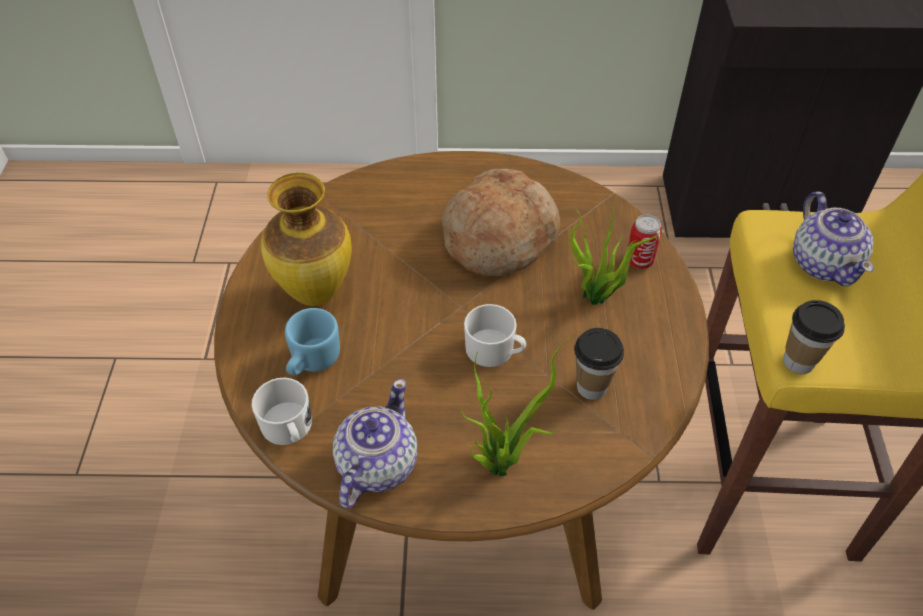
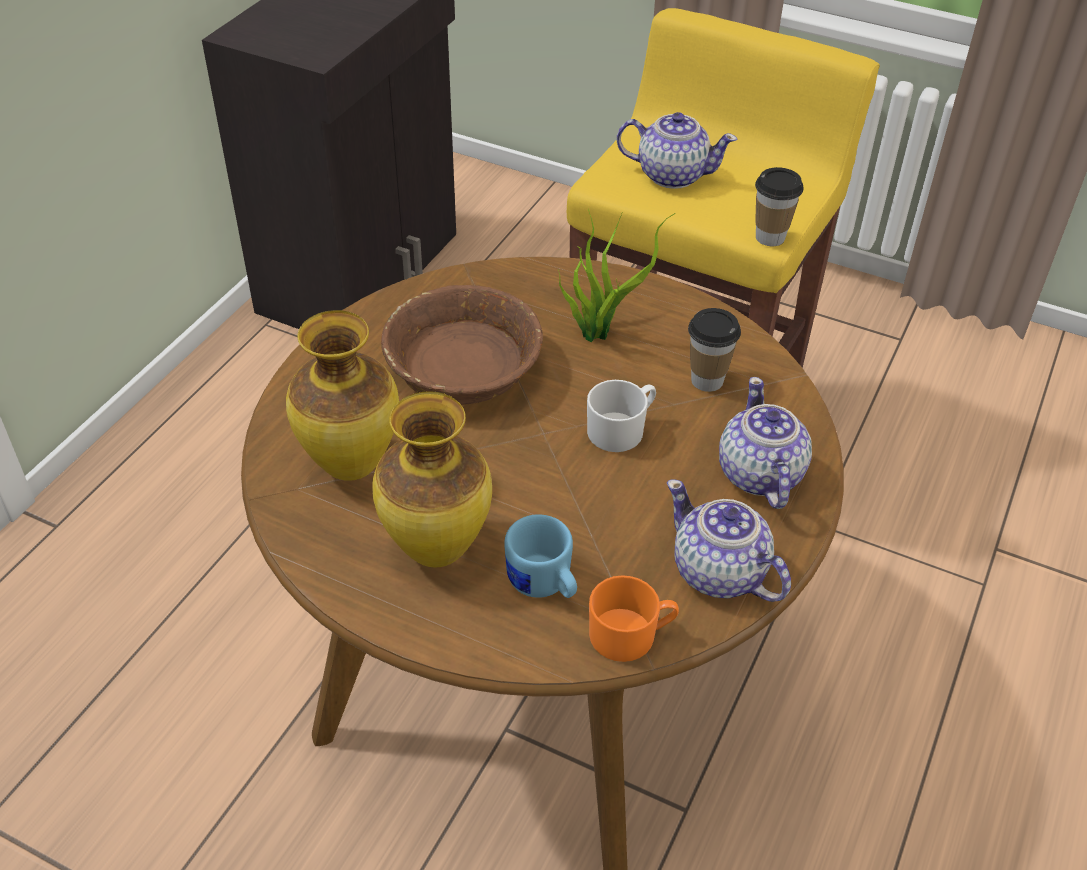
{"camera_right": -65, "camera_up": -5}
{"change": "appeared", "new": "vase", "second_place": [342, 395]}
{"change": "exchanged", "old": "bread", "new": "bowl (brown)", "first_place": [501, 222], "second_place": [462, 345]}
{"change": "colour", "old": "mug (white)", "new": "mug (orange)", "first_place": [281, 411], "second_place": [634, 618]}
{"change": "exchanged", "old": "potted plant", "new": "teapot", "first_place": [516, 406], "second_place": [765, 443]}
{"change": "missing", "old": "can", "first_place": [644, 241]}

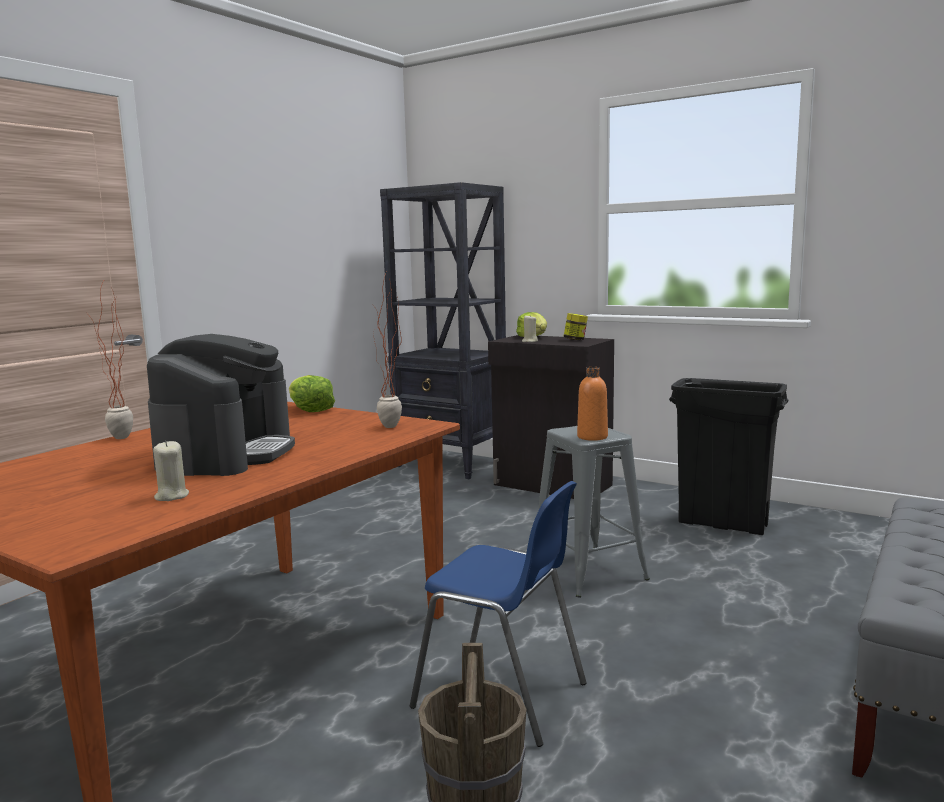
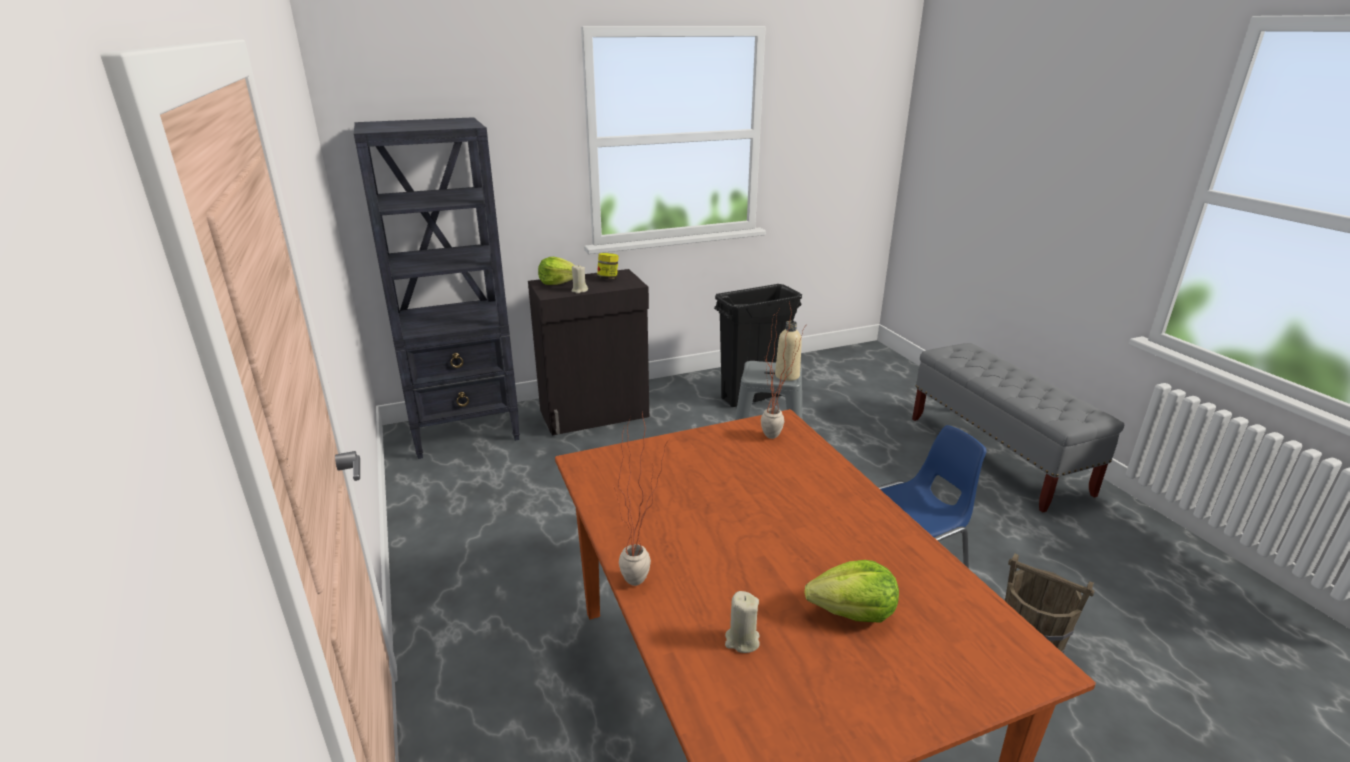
{"camera_right": -55, "camera_up": 15}
{"change": "relocated", "old": "candle (beige)", "first_place": [171, 471], "second_place": [742, 622]}
{"change": "colour", "old": "bottle (orange)", "new": "bottle (beige)", "first_place": [592, 404], "second_place": [788, 351]}
{"change": "relocated", "old": "lettuce", "first_place": [312, 393], "second_place": [851, 591]}
{"change": "missing", "old": "coffee machine", "first_place": [221, 405]}

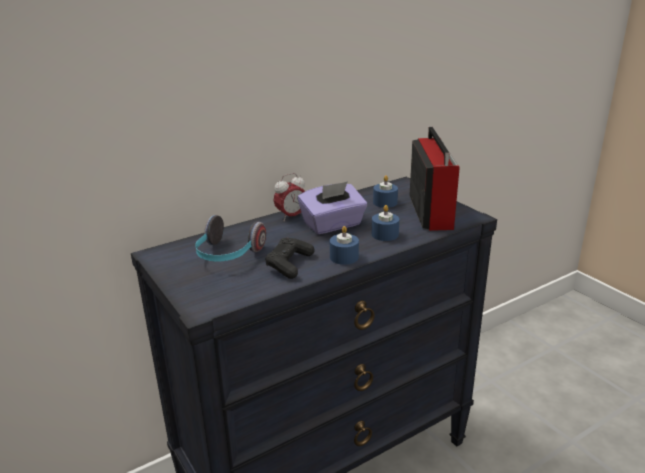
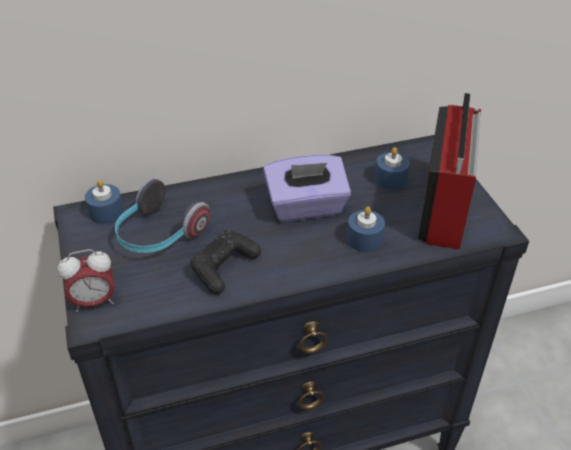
{"camera_right": 15, "camera_up": 15}
{"change": "relocated", "old": "alarm clock", "first_place": [289, 197], "second_place": [86, 280]}
{"change": "relocated", "old": "candle (blue)", "first_place": [344, 245], "second_place": [104, 202]}

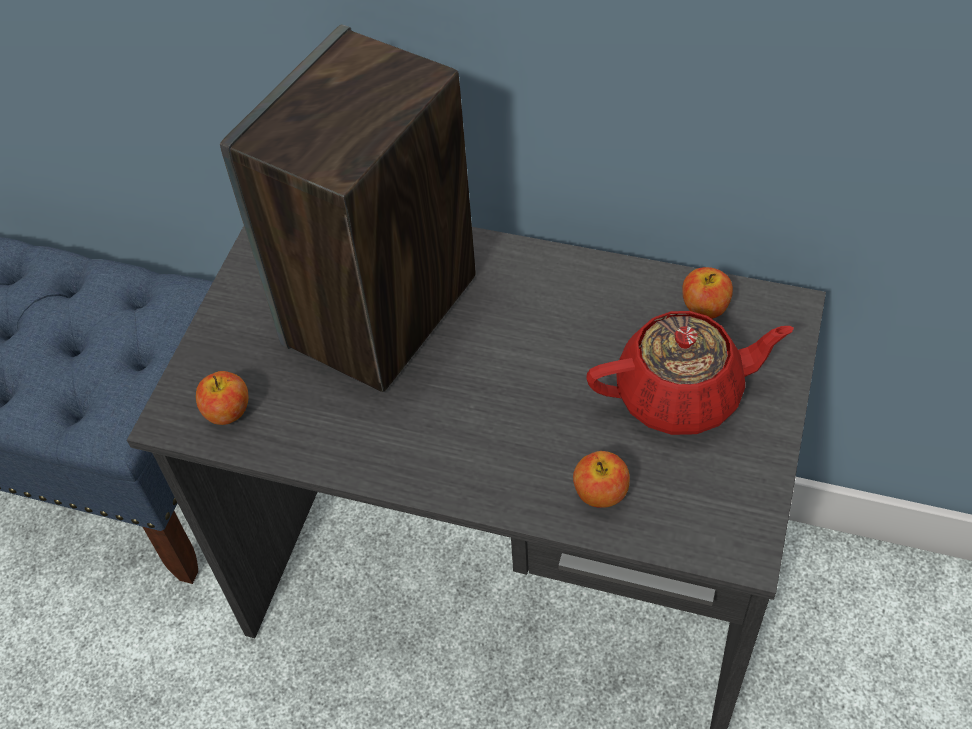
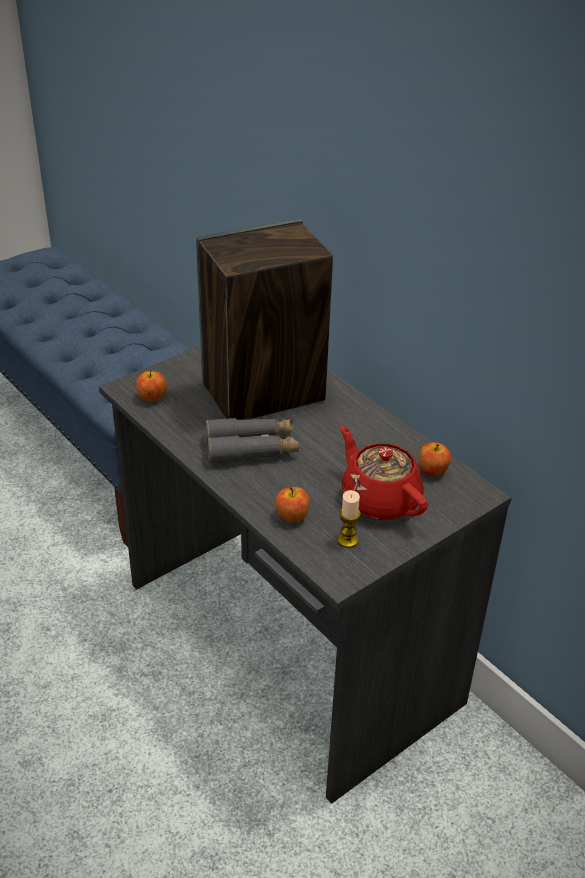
{"camera_right": 30, "camera_up": -15}
{"change": "appeared", "new": "binoculars (grey)", "second_place": [252, 441]}
{"change": "appeared", "new": "candle", "second_place": [349, 519]}
{"change": "spun", "old": "teapot (red)", "first_place": [690, 373], "second_place": [384, 473], "degrees": -150}

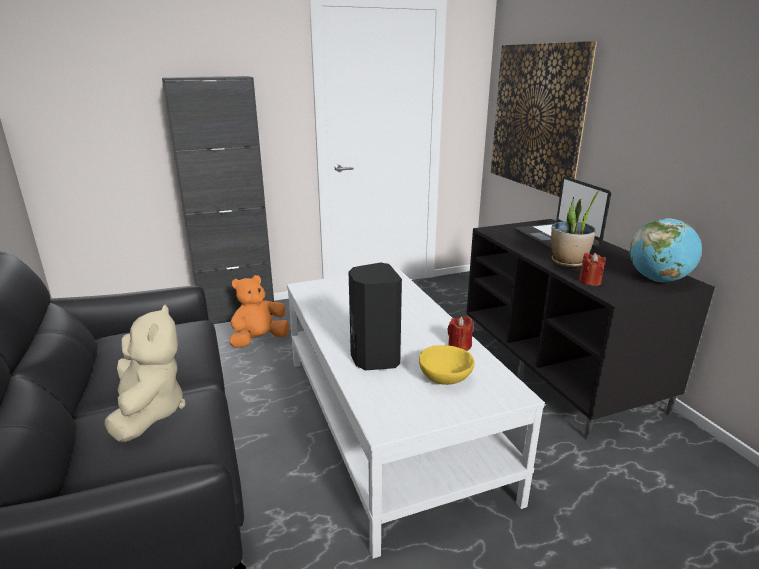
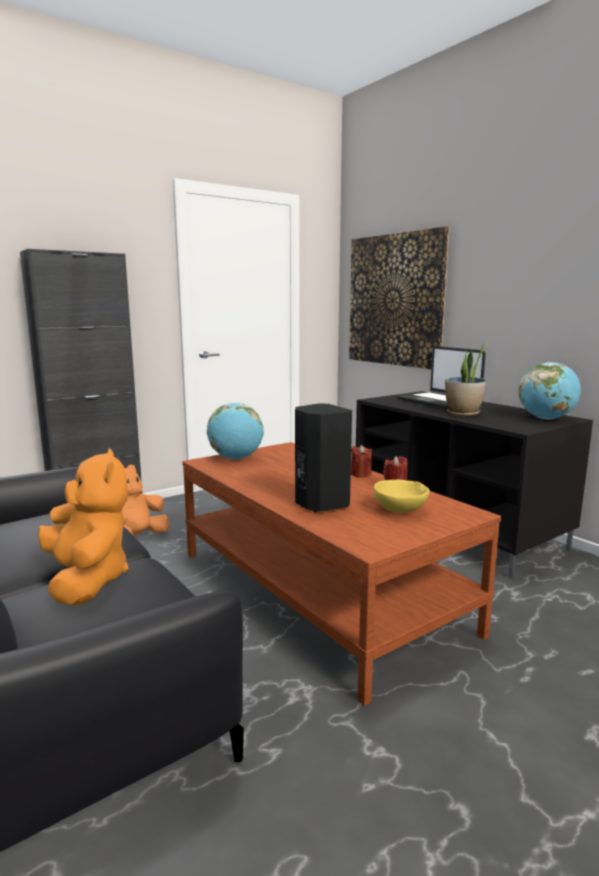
{"camera_right": -15, "camera_up": -10}
{"change": "colour", "old": "plush toy (beige)", "new": "plush toy (orange)", "first_place": [145, 373], "second_place": [83, 527]}
{"change": "colour", "old": "coffee table (white)", "new": "coffee table (brown)", "first_place": [416, 413], "second_place": [341, 574]}
{"change": "appeared", "new": "globe", "second_place": [235, 431]}
{"change": "relocated", "old": "candle (red)", "first_place": [592, 269], "second_place": [361, 461]}

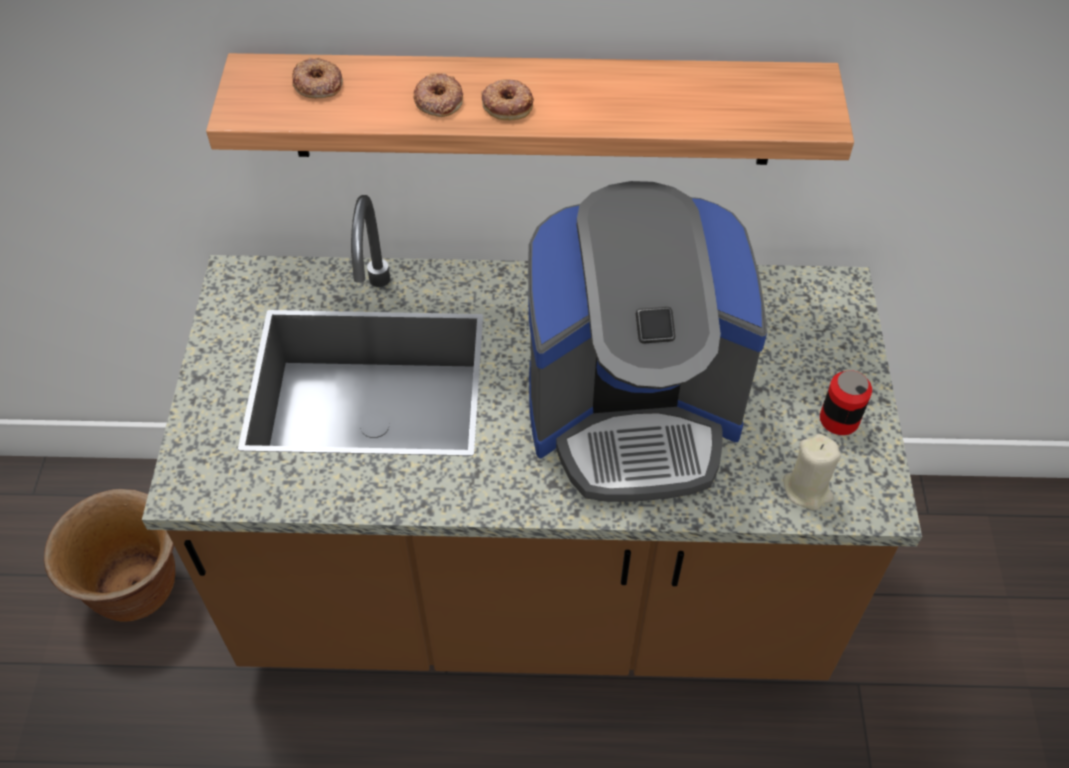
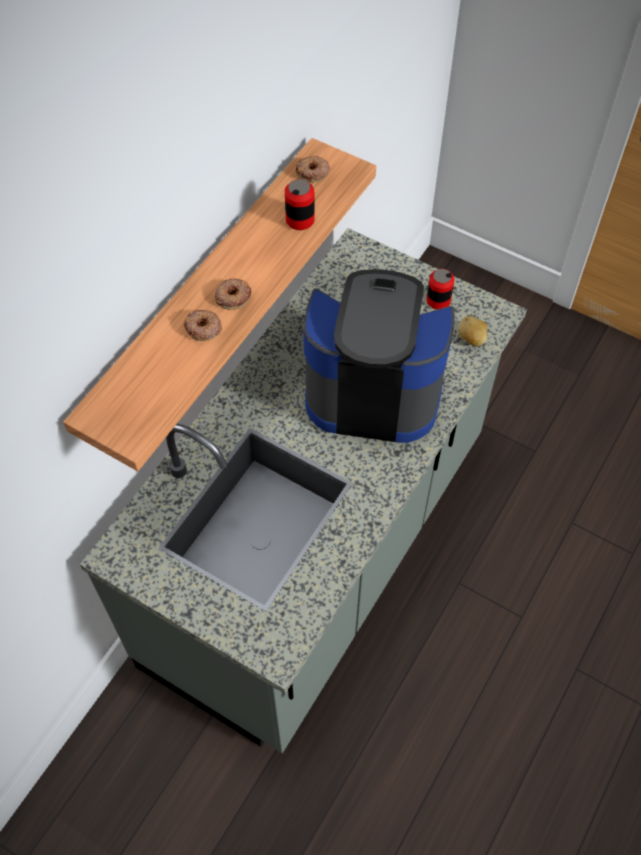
{"camera_right": -60, "camera_up": 5}
{"change": "colour", "old": "counter (brown)", "new": "counter (grey)", "first_place": [532, 437], "second_place": [303, 490]}
{"change": "appeared", "new": "can", "second_place": [300, 204]}
{"change": "relocated", "old": "donut", "first_place": [317, 77], "second_place": [313, 169]}
{"change": "spun", "old": "coffee machine", "first_place": [647, 341], "second_place": [378, 356], "degrees": -105}
{"change": "exchanged", "old": "candle (beige)", "new": "potato", "first_place": [812, 472], "second_place": [473, 331]}
{"change": "missing", "old": "planter (brown)", "first_place": [109, 555]}

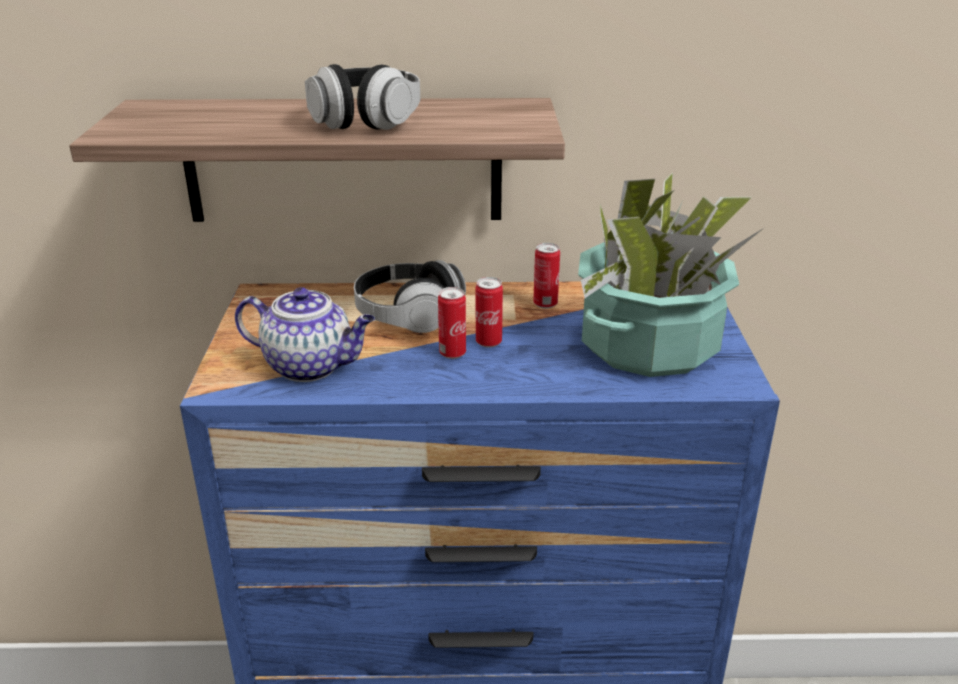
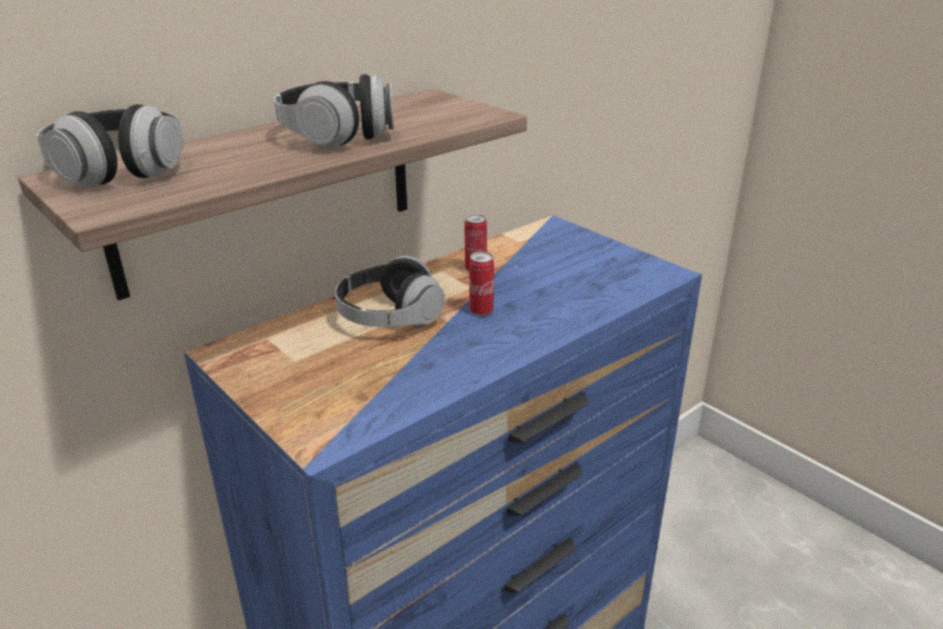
{"camera_right": -40, "camera_up": 0}
{"change": "appeared", "new": "headphones", "second_place": [110, 145]}
{"change": "missing", "old": "teapot", "first_place": [305, 334]}
{"change": "missing", "old": "can", "first_place": [452, 323]}
{"change": "missing", "old": "potted plant", "first_place": [671, 274]}

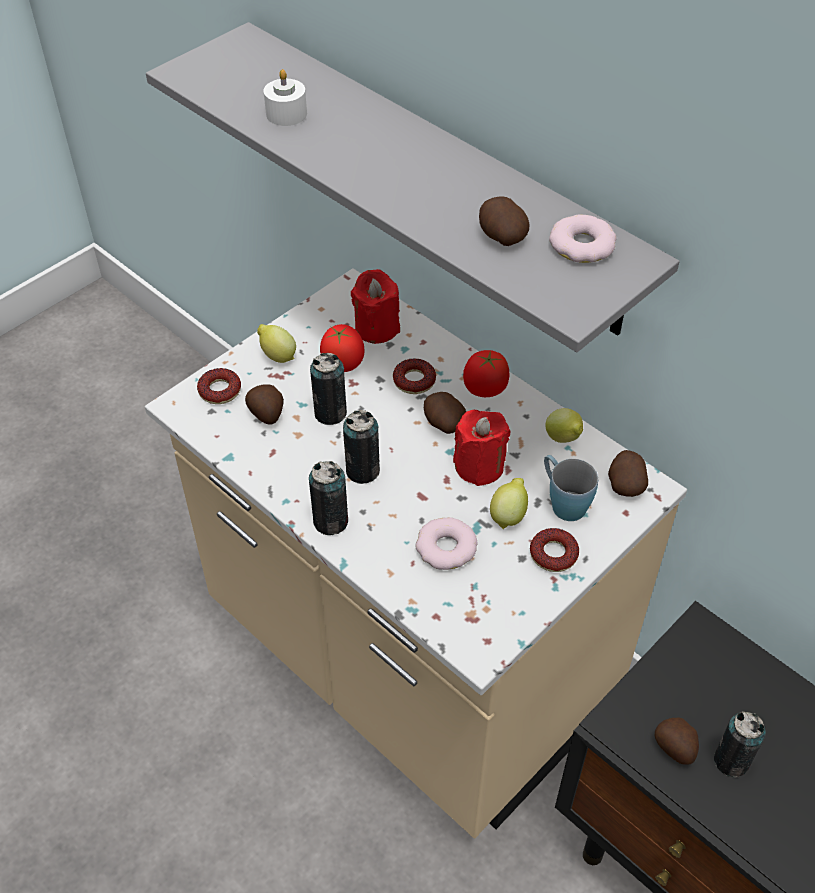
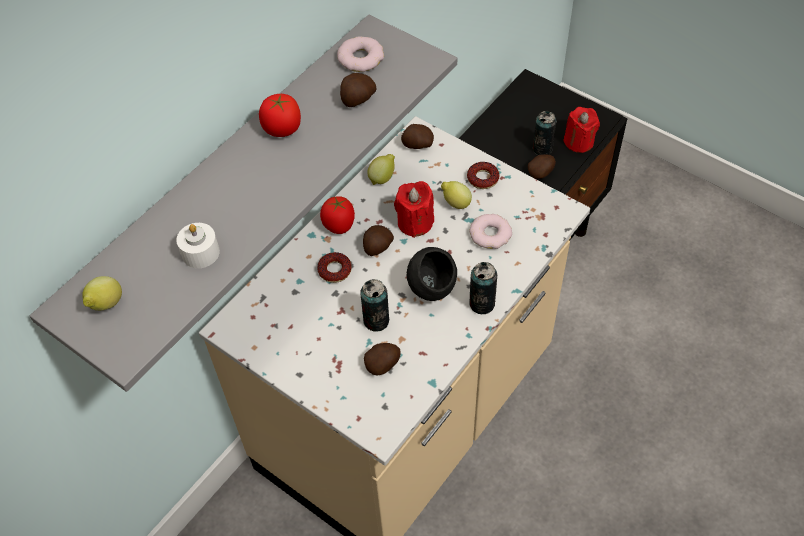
{"camera_right": -95, "camera_up": 5}
{"change": "relocated", "old": "lemon", "first_place": [276, 343], "second_place": [102, 293]}
{"change": "relocated", "old": "tomato", "first_place": [342, 348], "second_place": [280, 115]}
{"change": "exchanged", "old": "can", "new": "bowl (black)", "first_place": [361, 447], "second_place": [432, 274]}
{"change": "relocated", "old": "candle (red)", "first_place": [375, 306], "second_place": [582, 130]}
{"change": "missing", "old": "donut", "first_place": [219, 386]}
{"change": "missing", "old": "mug (blue)", "first_place": [571, 488]}

